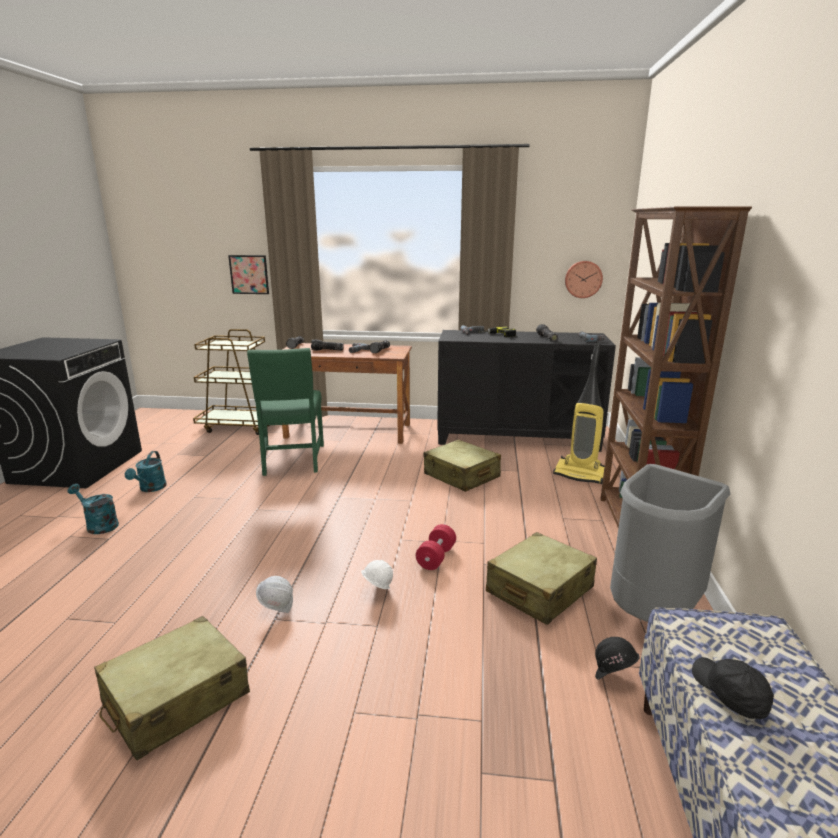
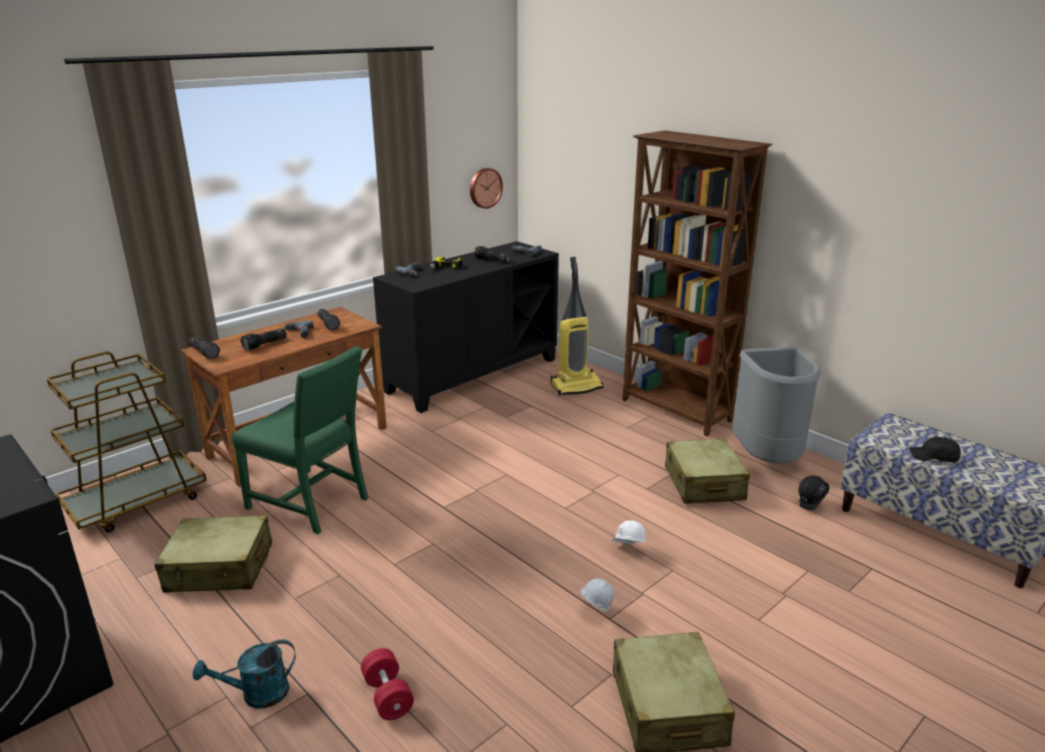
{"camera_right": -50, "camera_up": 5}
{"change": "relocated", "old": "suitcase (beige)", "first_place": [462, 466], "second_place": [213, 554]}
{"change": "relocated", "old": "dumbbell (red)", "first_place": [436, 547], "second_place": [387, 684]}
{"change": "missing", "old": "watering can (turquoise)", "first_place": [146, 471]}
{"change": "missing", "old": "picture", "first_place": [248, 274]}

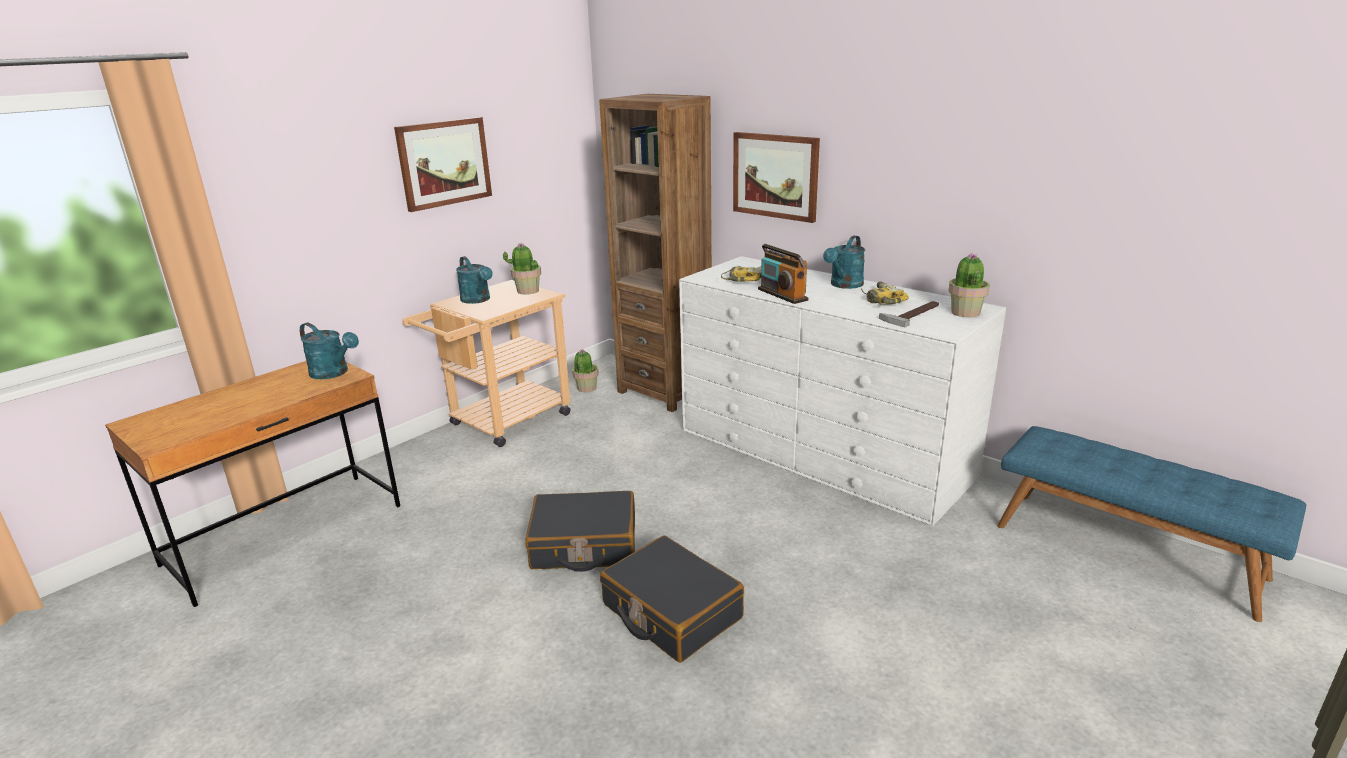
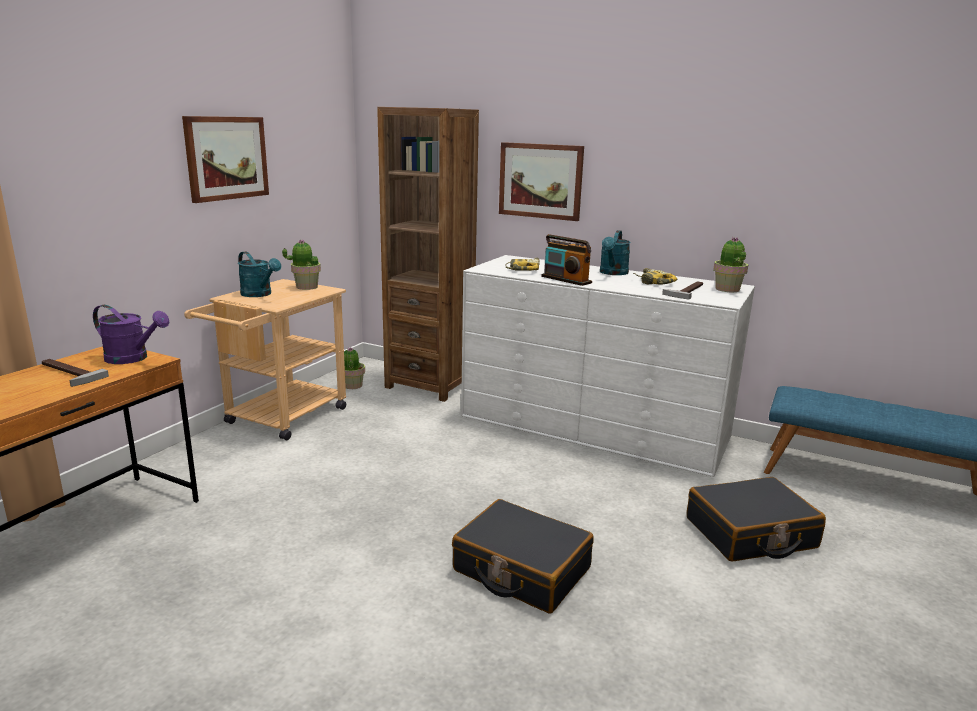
{"camera_right": -15, "camera_up": -5}
{"change": "appeared", "new": "hammer", "second_place": [75, 373]}
{"change": "colour", "old": "watering can (turquoise)", "new": "watering can (purple)", "first_place": [329, 351], "second_place": [131, 334]}
{"change": "relocated", "old": "suitcase (black)", "first_place": [580, 531], "second_place": [756, 519]}

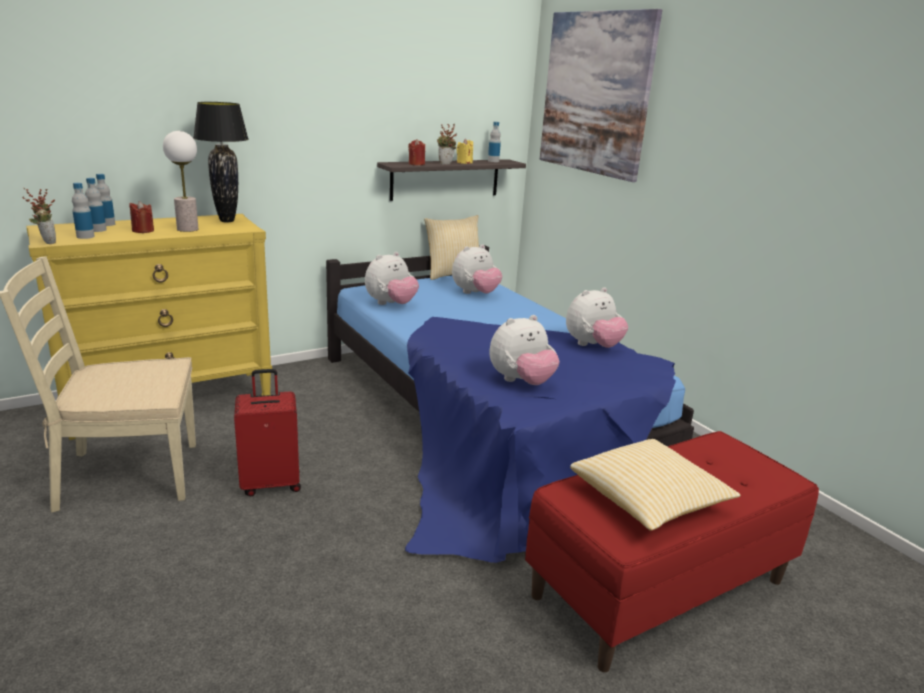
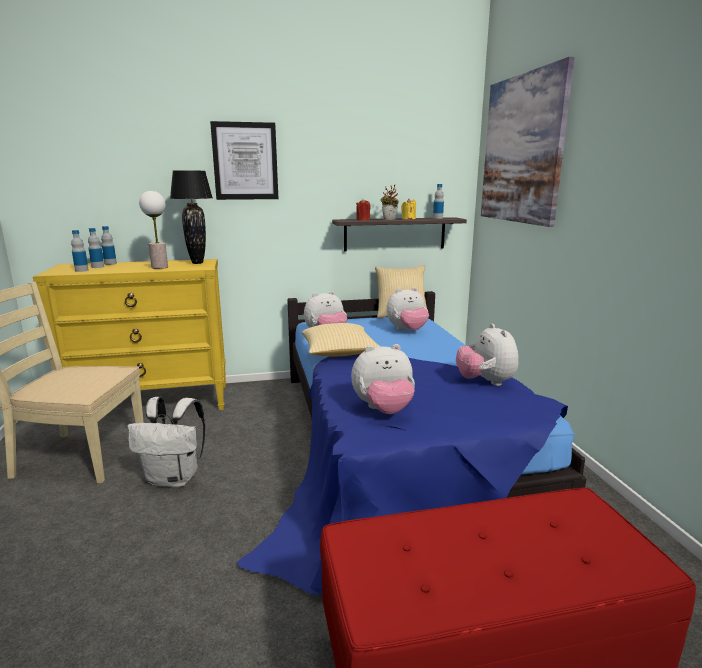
{"camera_right": 20, "camera_up": -5}
{"change": "exchanged", "old": "suitcase (red)", "new": "backpack (white)", "first_place": [267, 433], "second_place": [166, 442]}
{"change": "appeared", "new": "picture", "second_place": [244, 160]}
{"change": "relocated", "old": "pillow", "first_place": [655, 485], "second_place": [341, 339]}
{"change": "spun", "old": "plush toy", "first_place": [597, 317], "second_place": [487, 355], "degrees": 90}
{"change": "missing", "old": "potted plant", "first_place": [39, 216]}
{"change": "missing", "old": "candle (red)", "first_place": [141, 217]}

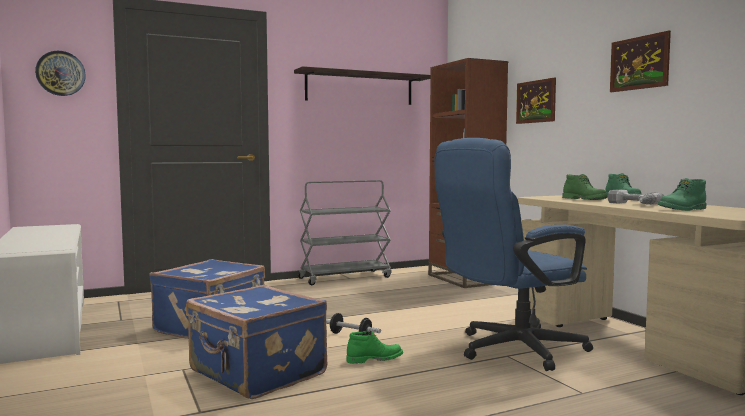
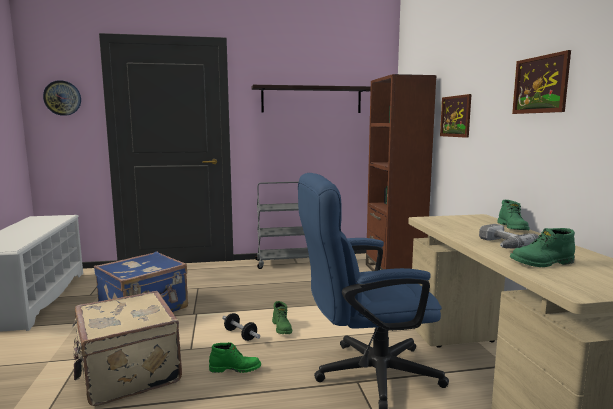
{"camera_right": 15, "camera_up": 5}
{"change": "colour", "old": "suitcase (blue)", "new": "suitcase (beige)", "first_place": [256, 342], "second_place": [127, 348]}
{"change": "relocated", "old": "boot (green)", "first_place": [584, 187], "second_place": [282, 317]}

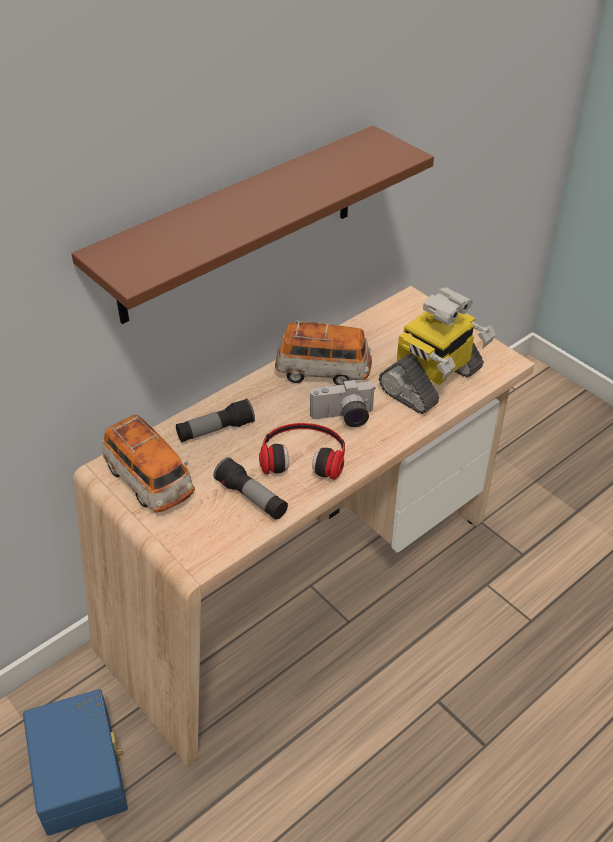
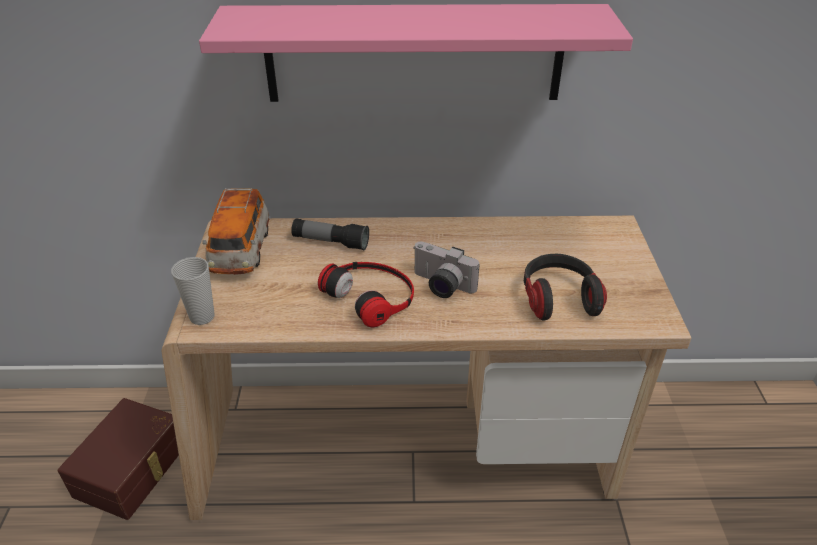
{"camera_right": 40, "camera_up": -5}
{"change": "colour", "old": "storage box (blue)", "new": "storage box (brown)", "first_place": [75, 762], "second_place": [118, 459]}
{"change": "appeared", "new": "cup", "second_place": [193, 291]}
{"change": "colour", "old": "shelf (brown)", "new": "shelf (pink)", "first_place": [252, 224], "second_place": [416, 53]}
{"change": "exchanged", "old": "toy robot", "new": "headphones", "first_place": [437, 350], "second_place": [565, 287]}
{"change": "missing", "old": "flashlight", "first_place": [251, 488]}
{"change": "missing", "old": "toy car", "first_place": [323, 353]}

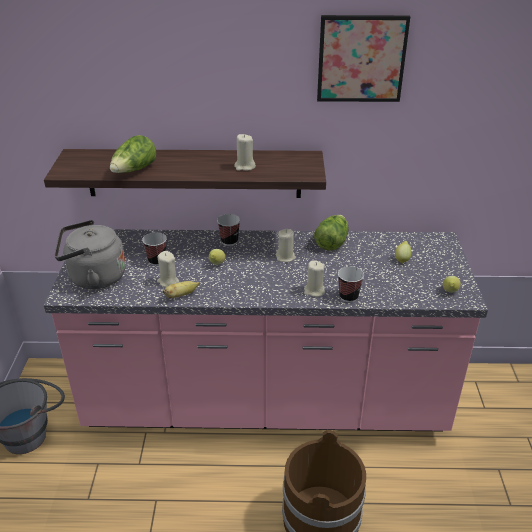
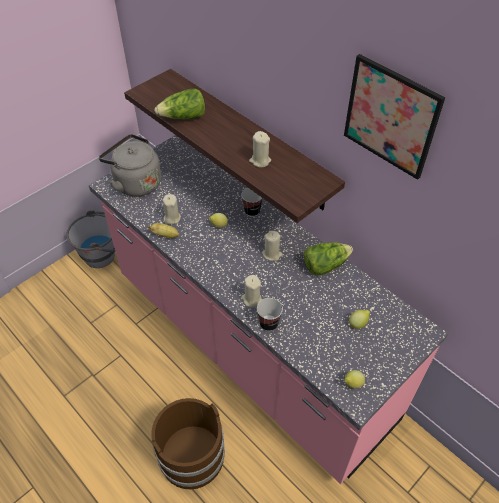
{"camera_right": 45, "camera_up": 15}
{"change": "missing", "old": "cup", "first_place": [154, 249]}

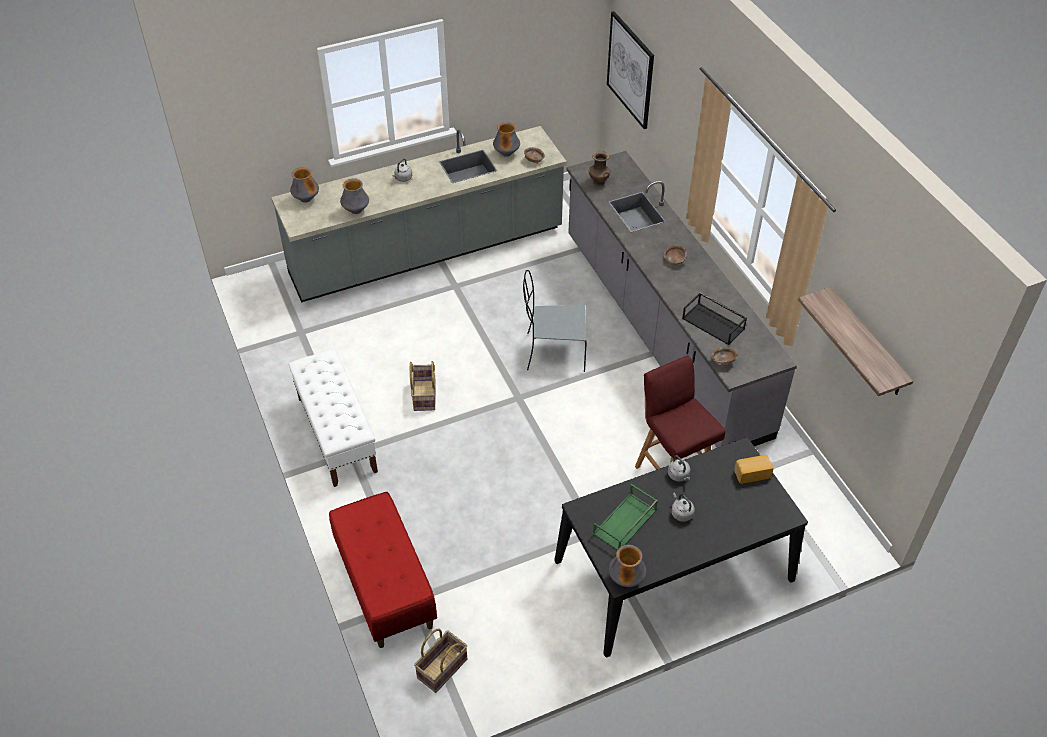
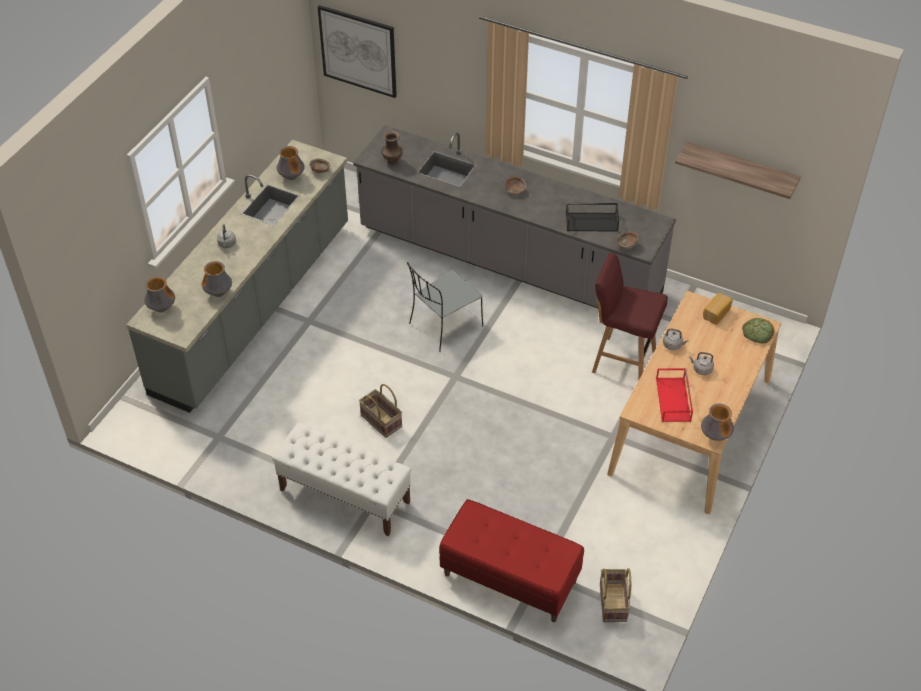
{"camera_right": -40, "camera_up": 0}
{"change": "colour", "old": "dining table (black)", "new": "dining table (beige)", "first_place": [681, 547], "second_place": [694, 402]}
{"change": "colour", "old": "tray (green)", "new": "tray (red)", "first_place": [625, 517], "second_place": [674, 395]}
{"change": "appeared", "new": "bread", "second_place": [758, 331]}

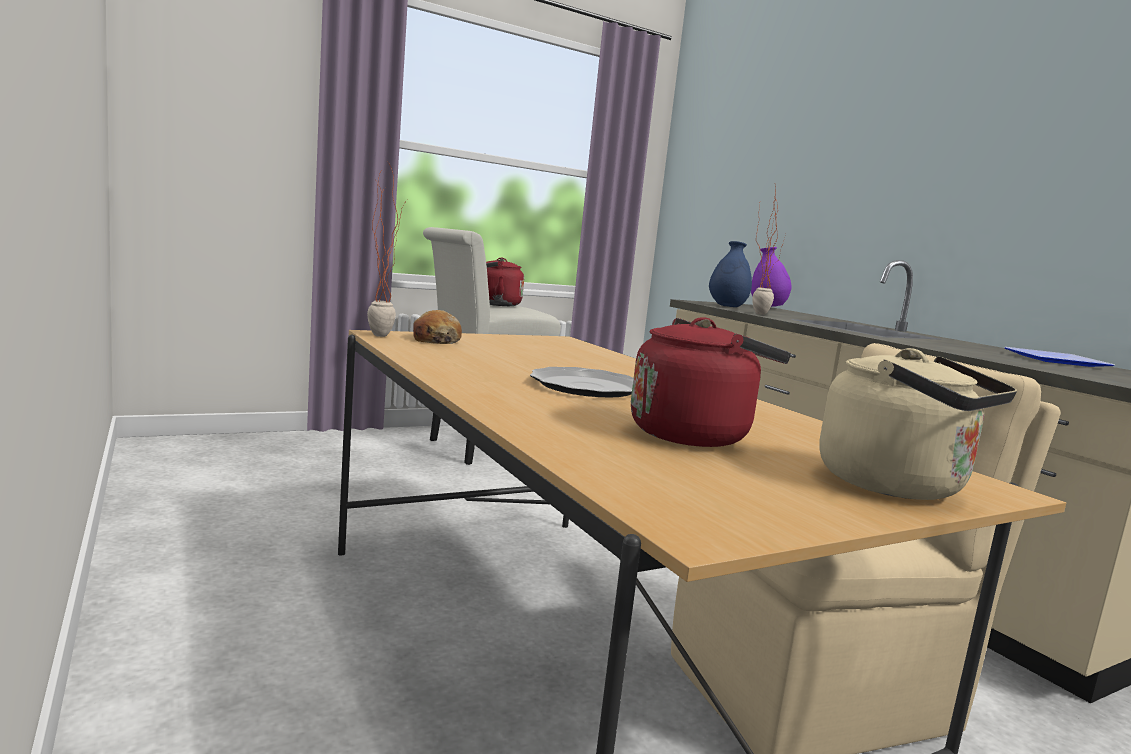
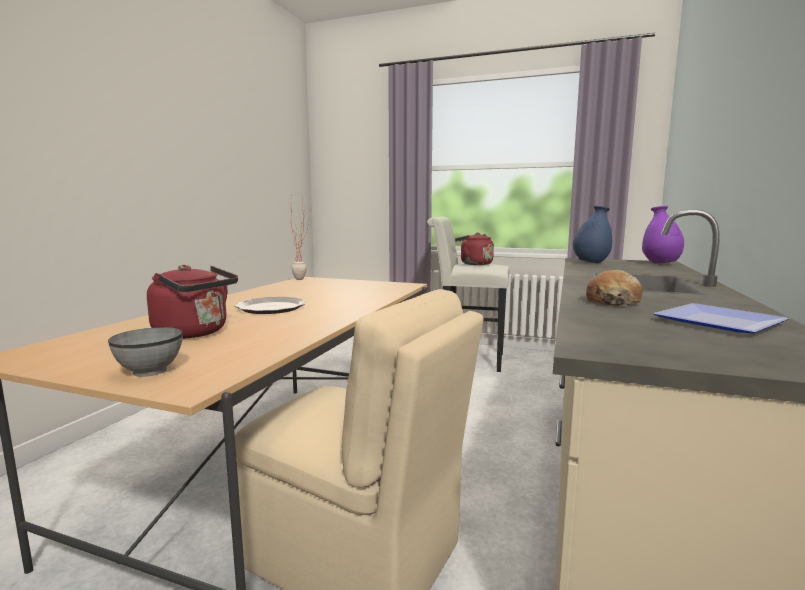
{"camera_right": 50, "camera_up": 0}
{"change": "exchanged", "old": "kettle (beige)", "new": "bowl (grey)", "first_place": [918, 424], "second_place": [145, 352]}
{"change": "relocated", "old": "bread", "first_place": [437, 327], "second_place": [614, 288]}
{"change": "missing", "old": "potted plant", "first_place": [769, 250]}

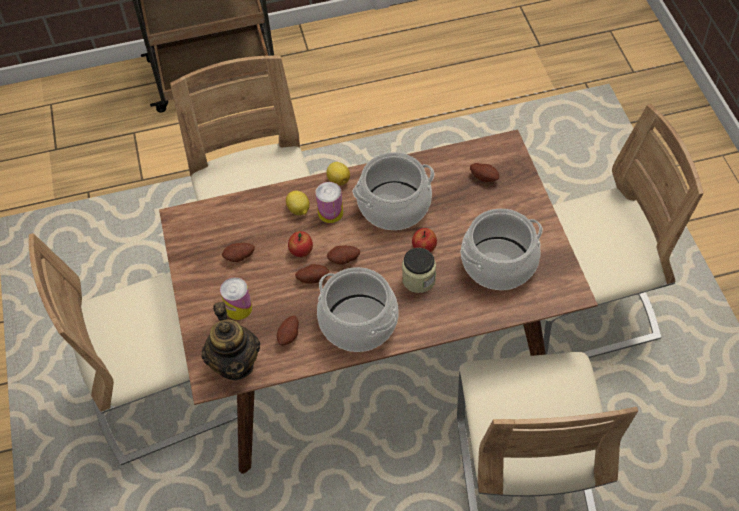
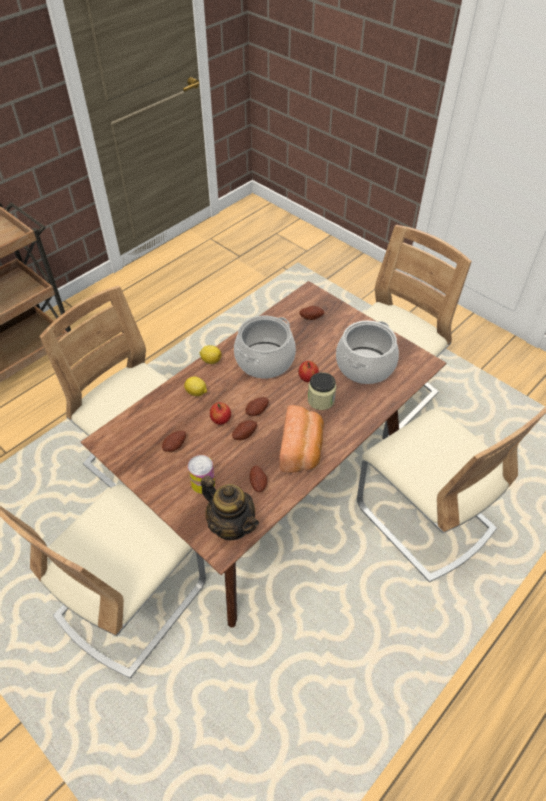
{"camera_right": -35, "camera_up": -5}
{"change": "exchanged", "old": "cooking pot", "new": "bread", "first_place": [357, 309], "second_place": [301, 439]}
{"change": "missing", "old": "can", "first_place": [329, 202]}

